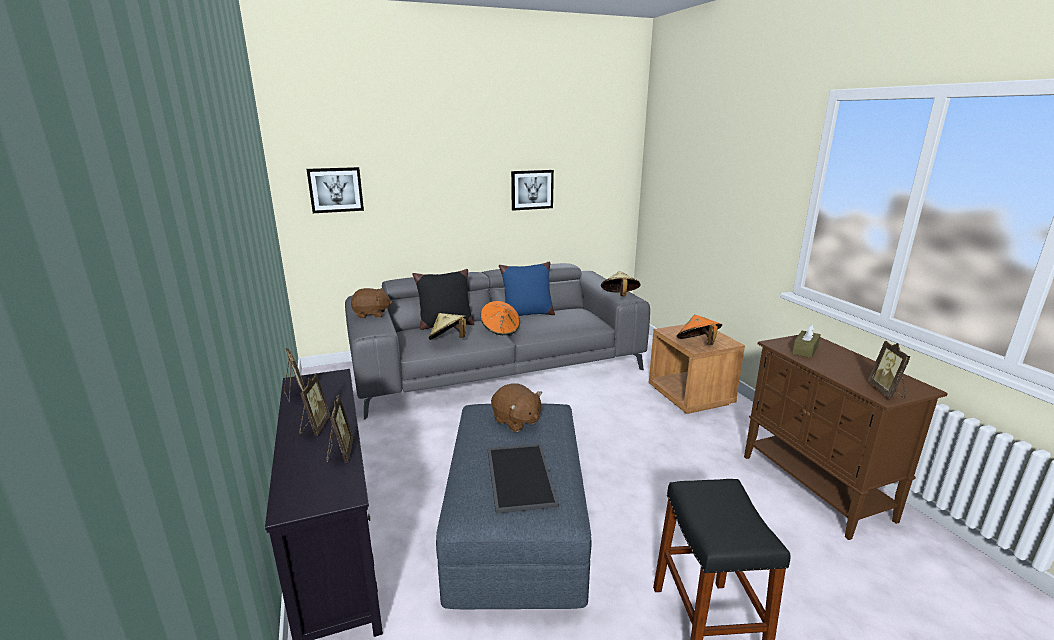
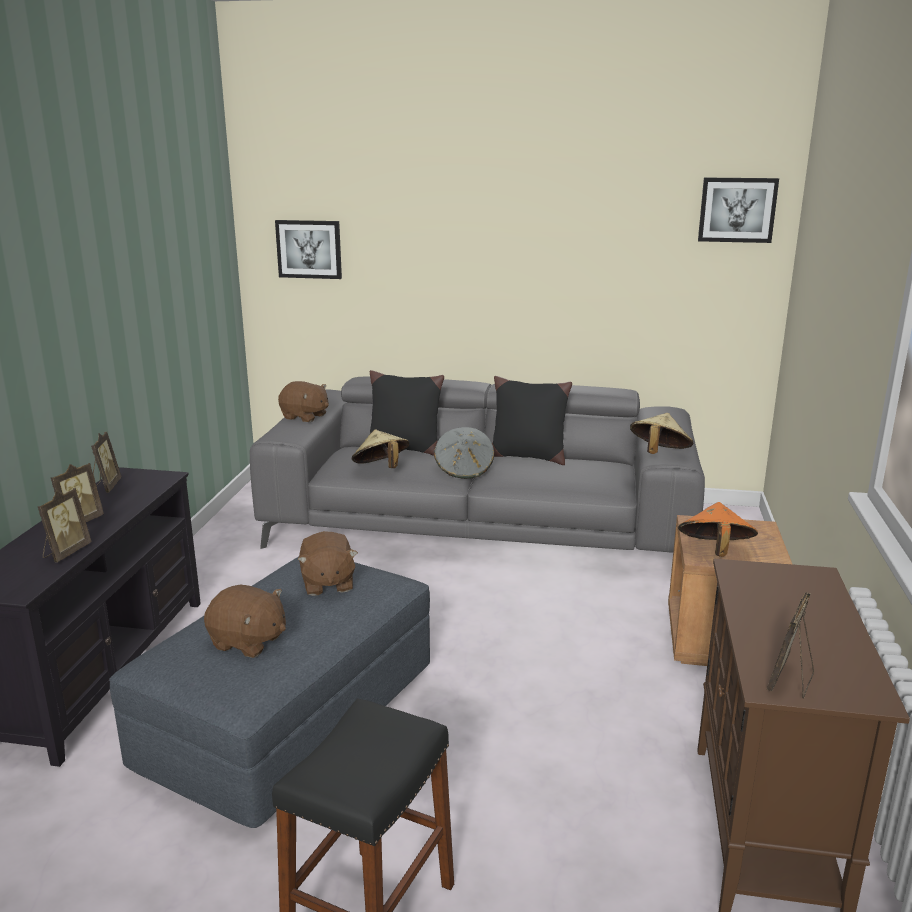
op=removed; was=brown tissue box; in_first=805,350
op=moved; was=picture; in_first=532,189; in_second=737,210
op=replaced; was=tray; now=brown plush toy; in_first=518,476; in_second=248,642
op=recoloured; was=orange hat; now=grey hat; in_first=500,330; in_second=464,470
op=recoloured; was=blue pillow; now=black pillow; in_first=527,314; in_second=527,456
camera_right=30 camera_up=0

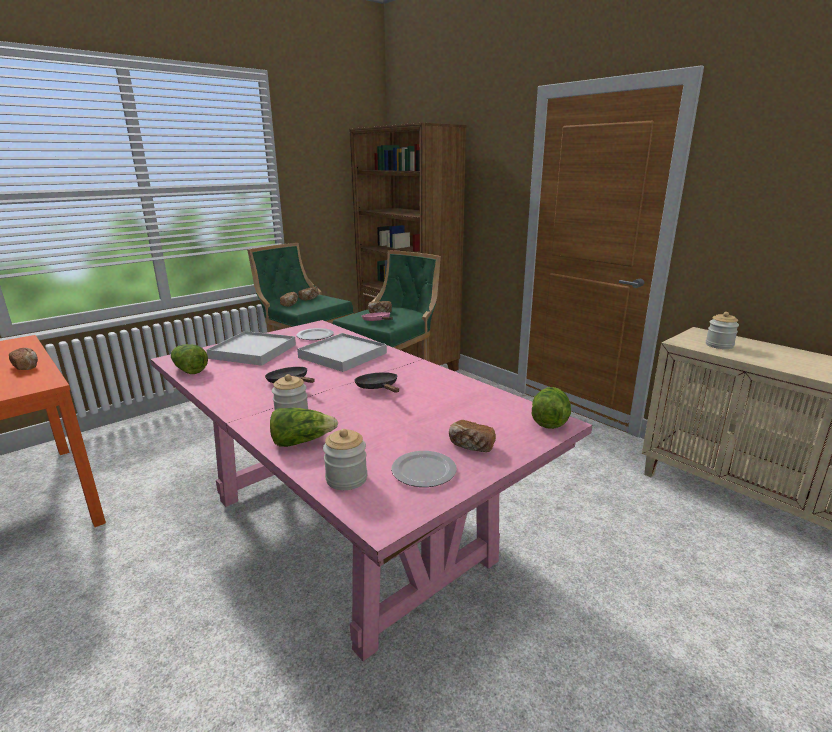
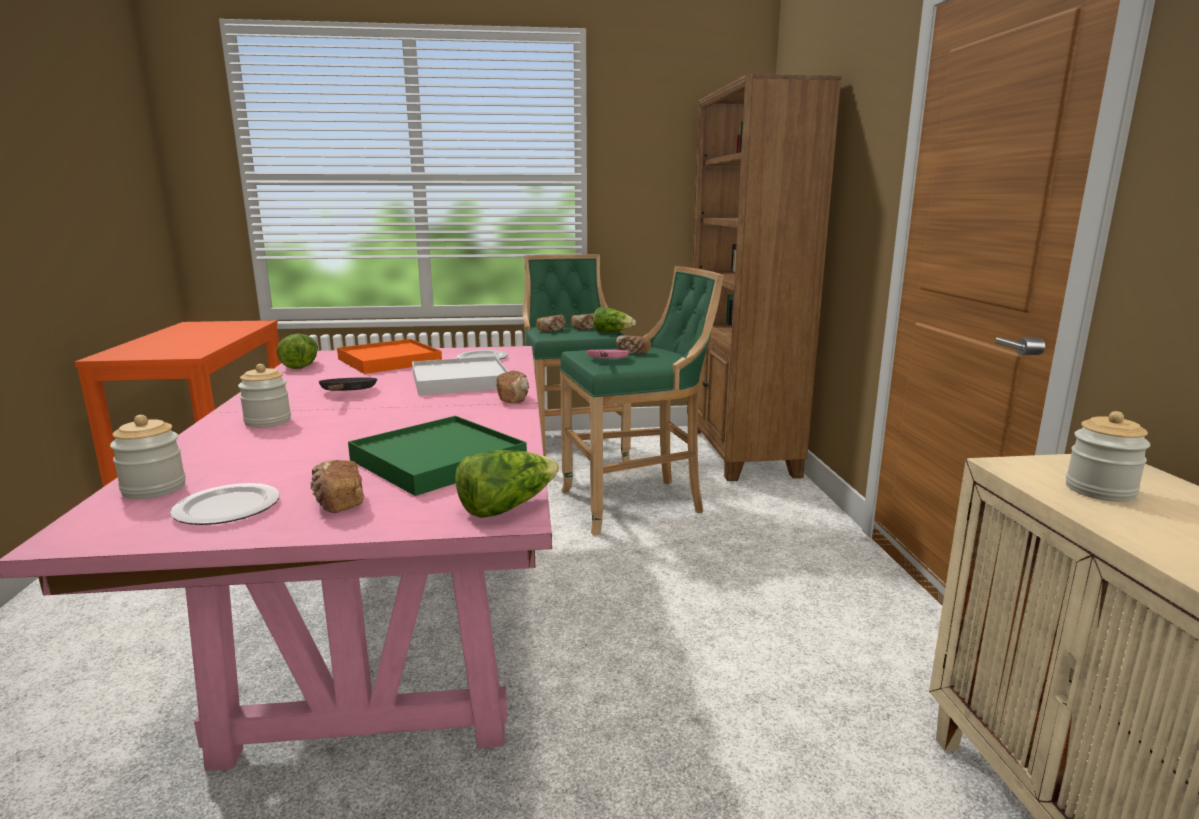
op=removed; was=black frying pan; in_first=378,388
op=added; now=green tray; in_second=438,460
op=moved; was=bread; in_first=27,366; in_second=513,399
op=moved; was=lettuce; in_first=301,441; in_second=612,332
op=recoloured; was=white tray; now=orange tray; in_first=253,351; in_second=390,361
camera_right=35 camera_up=-5

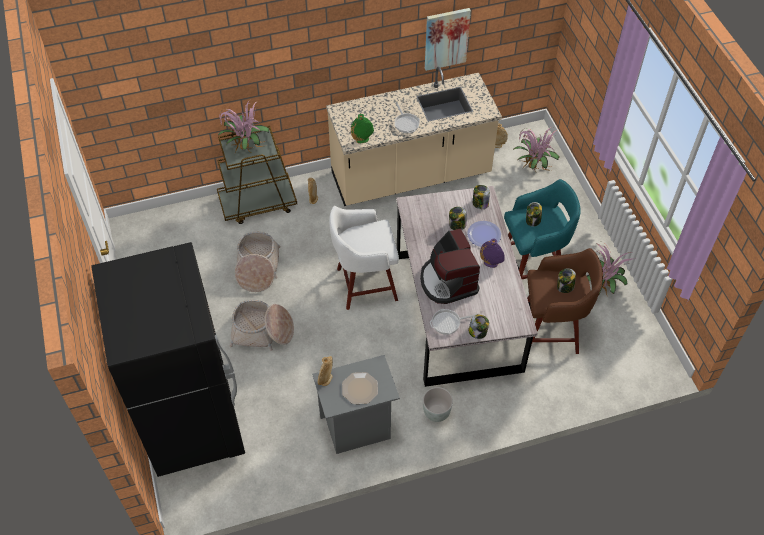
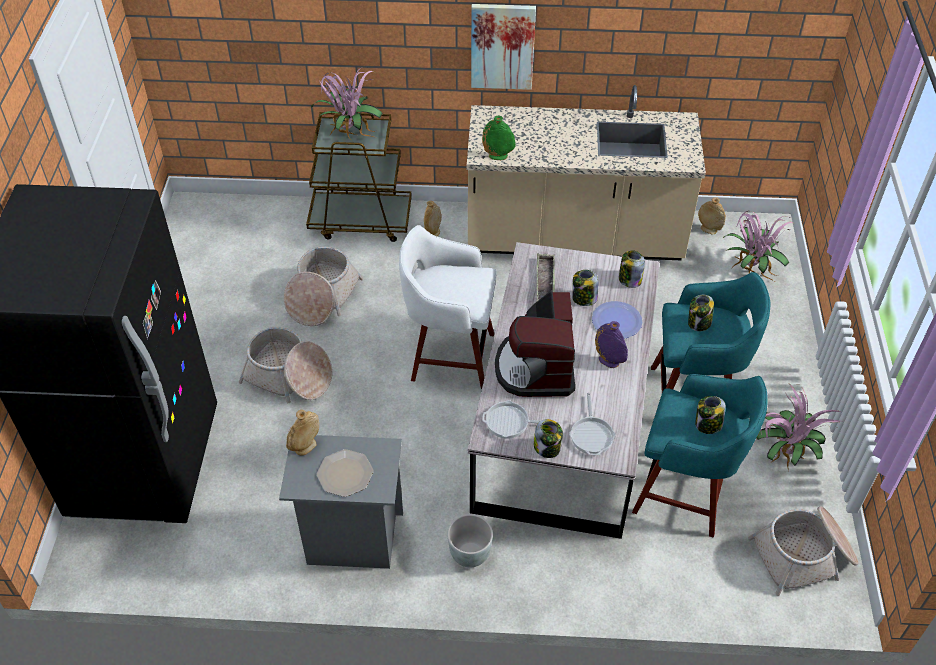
op=added; now=tray; in_second=545,284
op=added; now=basket; in_second=804,556
op=moved; was=frying pan; in_first=406,123; in_second=591,434
op=moved; was=picture; in_first=446,38; in_second=502,46
op=recoloured; was=brown stool; now=turquoise stool; in_first=551,331; in_second=685,494
camera_right=20 camera_up=-5

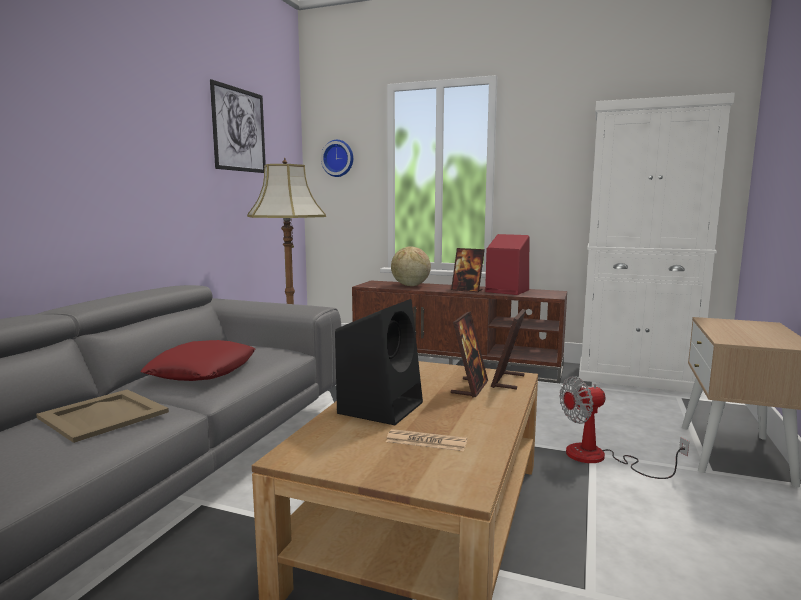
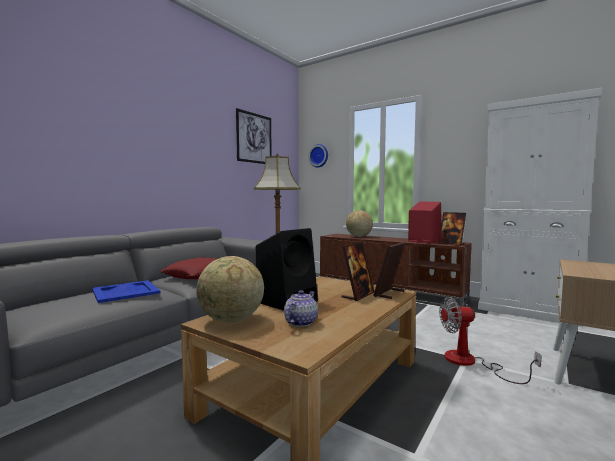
op=added; now=globe; in_second=231,320
op=moved; was=picture frame; in_first=467,290; in_second=451,244
op=replaced; was=newspaper; now=teapot; in_first=426,441; in_second=300,322
op=recoloured; was=beige tray; now=blue tray; in_first=103,415; in_second=125,292
camera_right=15 camera_up=-5

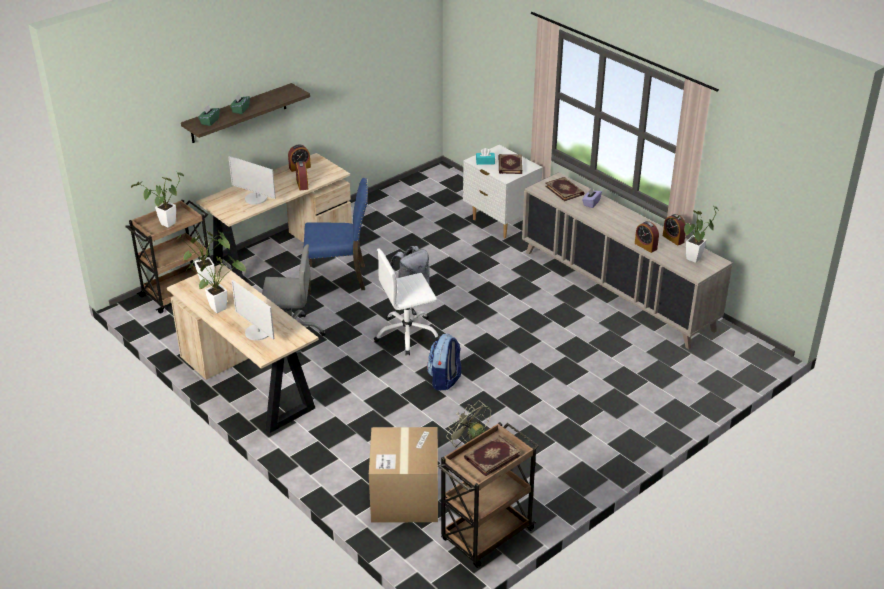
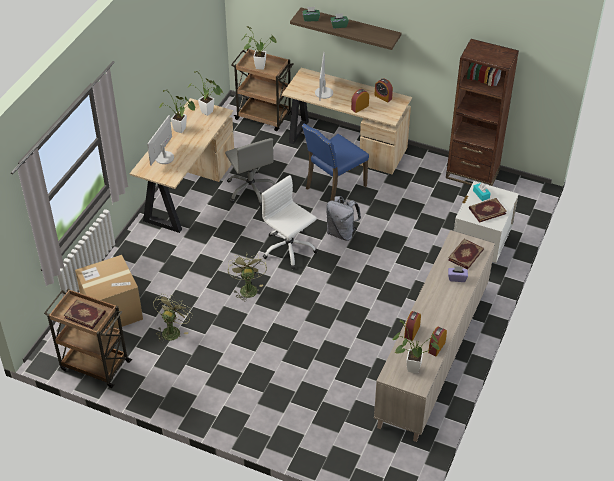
op=added; now=brown bookcase; in_second=472,174
op=replaced; was=backpack; now=green fan; in_first=444,380; in_second=247,288
op=turned; was=blue chair; in_first=338,278; in_second=334,187; clockwise=75
camera_right=65 camera_up=10

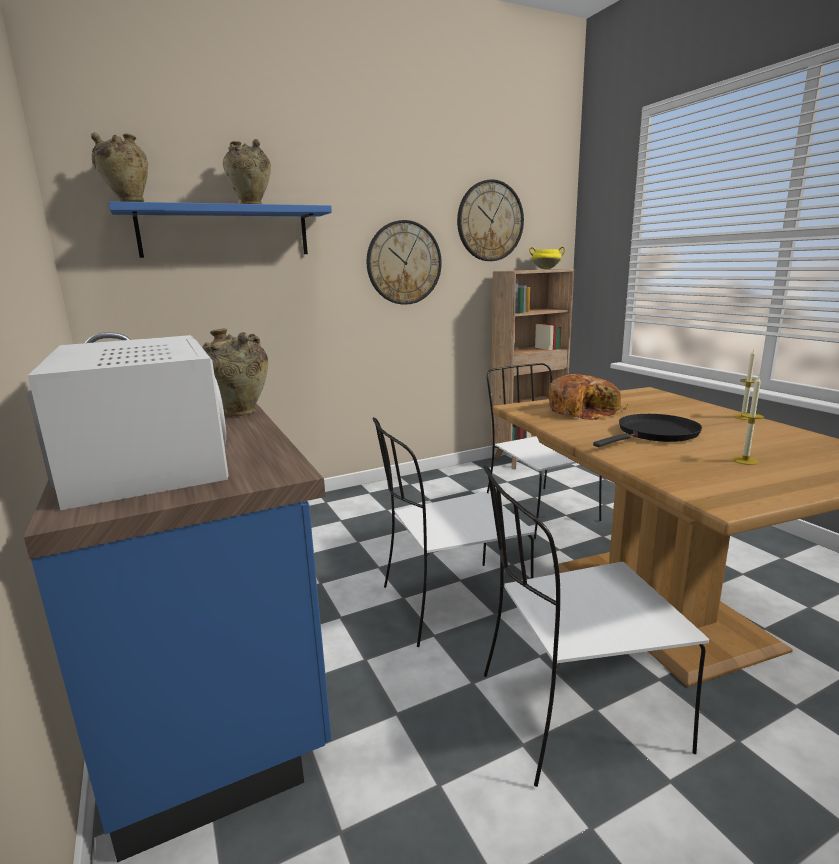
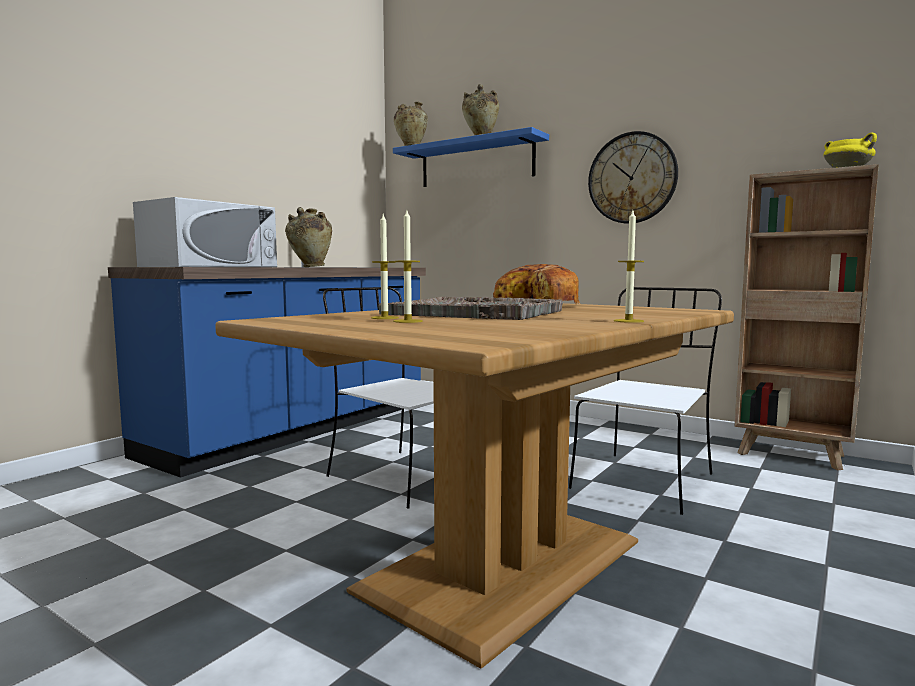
op=removed; was=wall clock; in_first=490,221
op=removed; was=white chair; in_first=575,712
op=added; now=candle; in_second=384,318
op=replaced; was=black frying pan; now=grey tray; in_first=655,434; in_second=475,312
camera_right=60 camera_up=-10

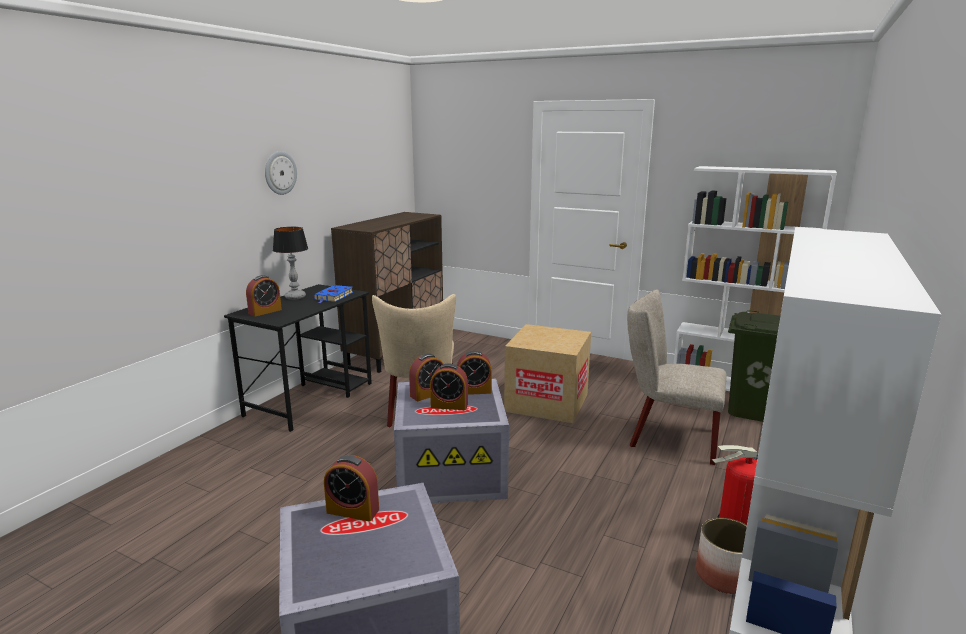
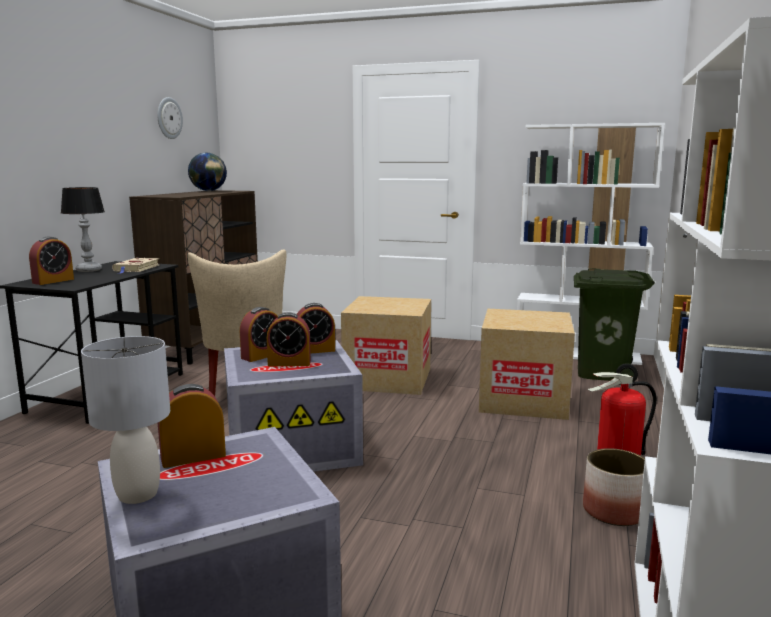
op=added; now=grey table lamp; in_second=138,494
op=added; now=globe; in_second=208,191
op=moved; was=wall clock; in_first=280,173; in_second=169,118
op=replaced; was=beige chair; now=cardboard box; in_first=667,437; in_second=523,400
op=recoloured; was=blue book; now=beige book; in_first=333,296; in_second=136,268
op=turned; was=alarm clock; in_first=353,511; in_second=193,456; clockwise=150
camera_right=-10 camera_up=-5

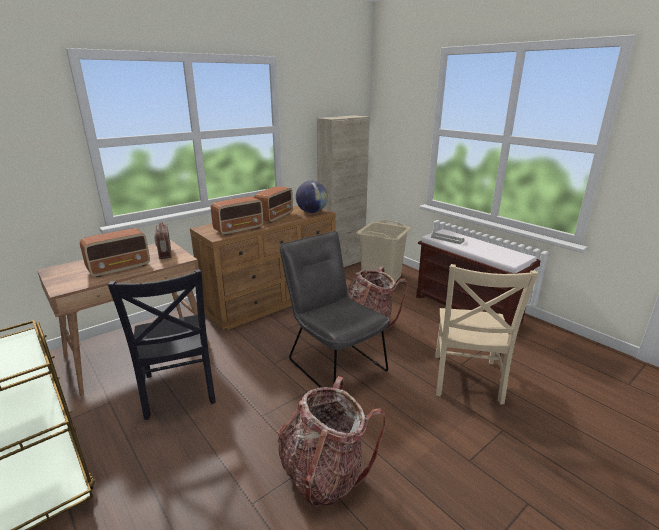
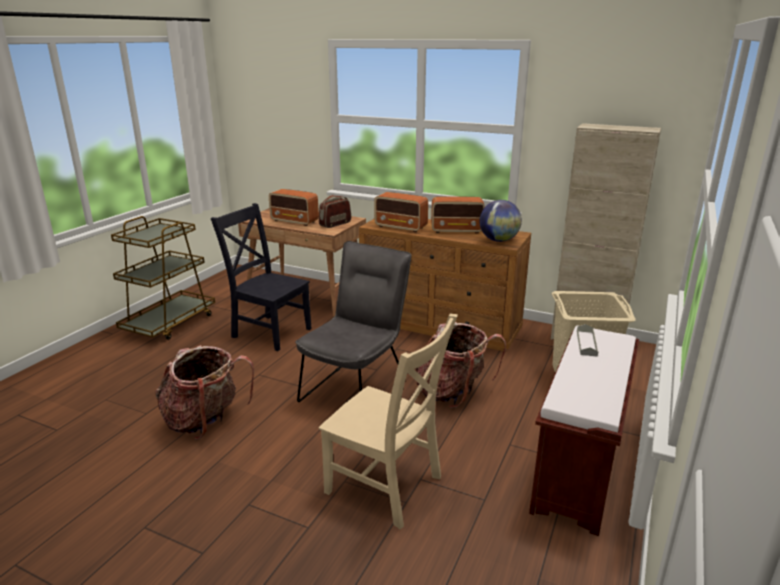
op=turned; was=black chair; in_first=178,391; in_second=269,332; clockwise=75
op=turned; was=beige chair; in_first=466,380; in_second=387,487; clockwise=-135
camera_right=65 camera_up=0

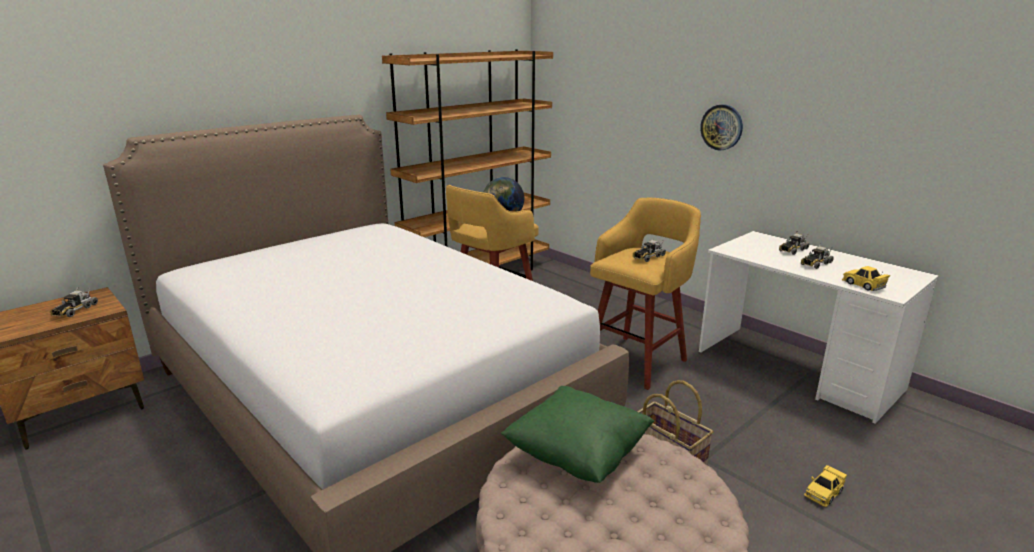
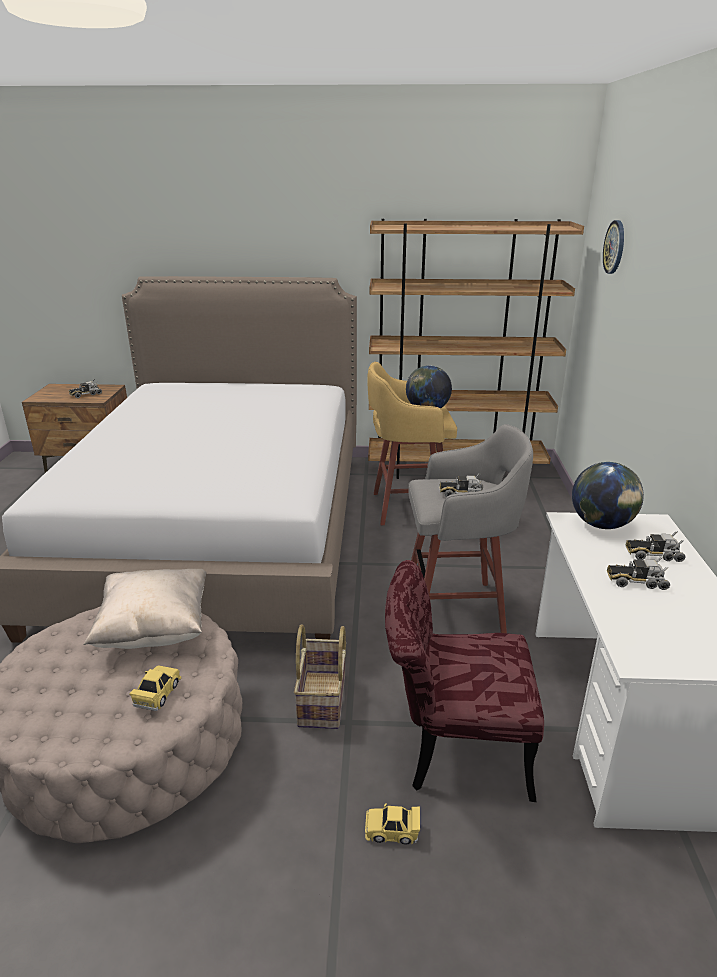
op=added; now=red chair; in_second=452,746
op=added; now=globe; in_second=601,525
op=moved; was=wall clock; in_first=721,127; in_second=614,247
op=moved; was=yellow toy car; in_first=863,285; in_second=157,693
op=recoloured; was=green pillow; now=beige pillow; in_first=577,456; in_second=155,629
op=recoloured; was=yellow stool; now=grey stool; in_first=638,360; in_second=457,609
camera_right=45 camera_up=5

